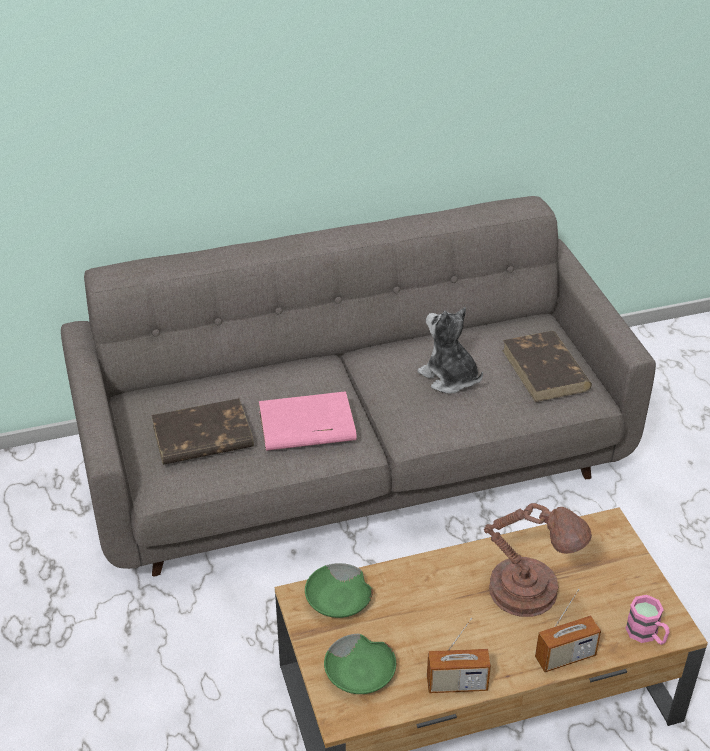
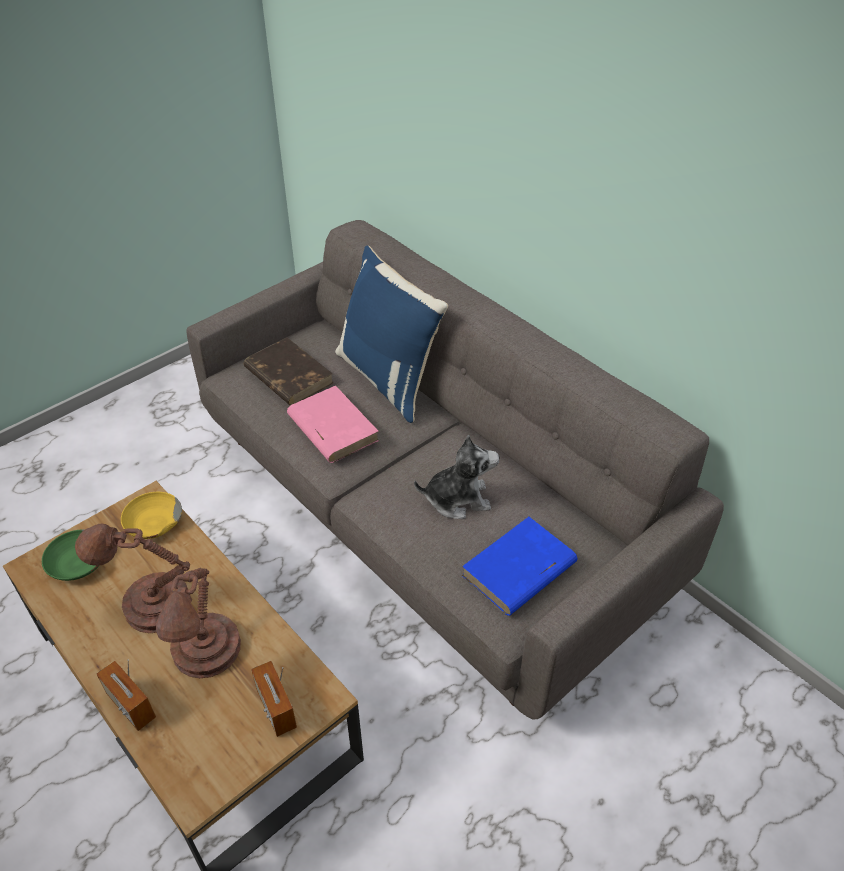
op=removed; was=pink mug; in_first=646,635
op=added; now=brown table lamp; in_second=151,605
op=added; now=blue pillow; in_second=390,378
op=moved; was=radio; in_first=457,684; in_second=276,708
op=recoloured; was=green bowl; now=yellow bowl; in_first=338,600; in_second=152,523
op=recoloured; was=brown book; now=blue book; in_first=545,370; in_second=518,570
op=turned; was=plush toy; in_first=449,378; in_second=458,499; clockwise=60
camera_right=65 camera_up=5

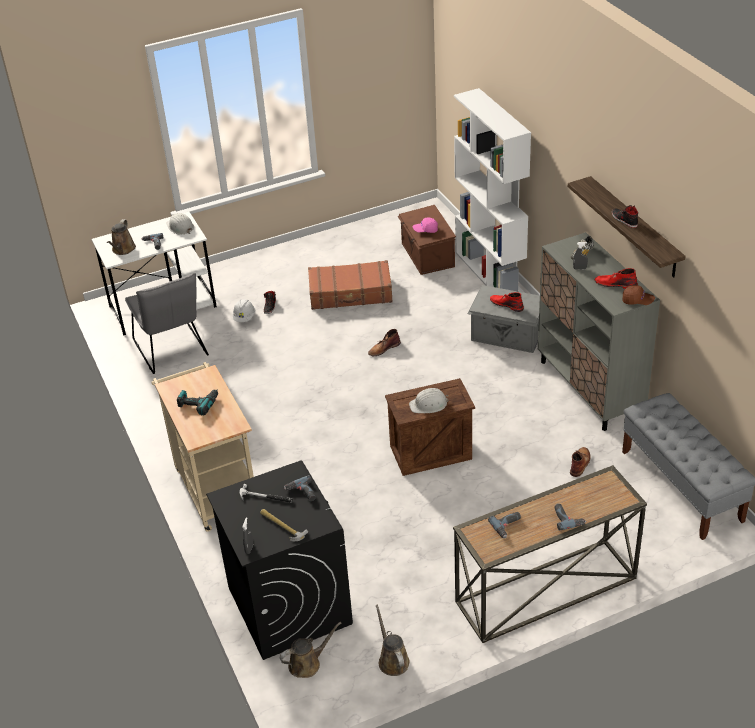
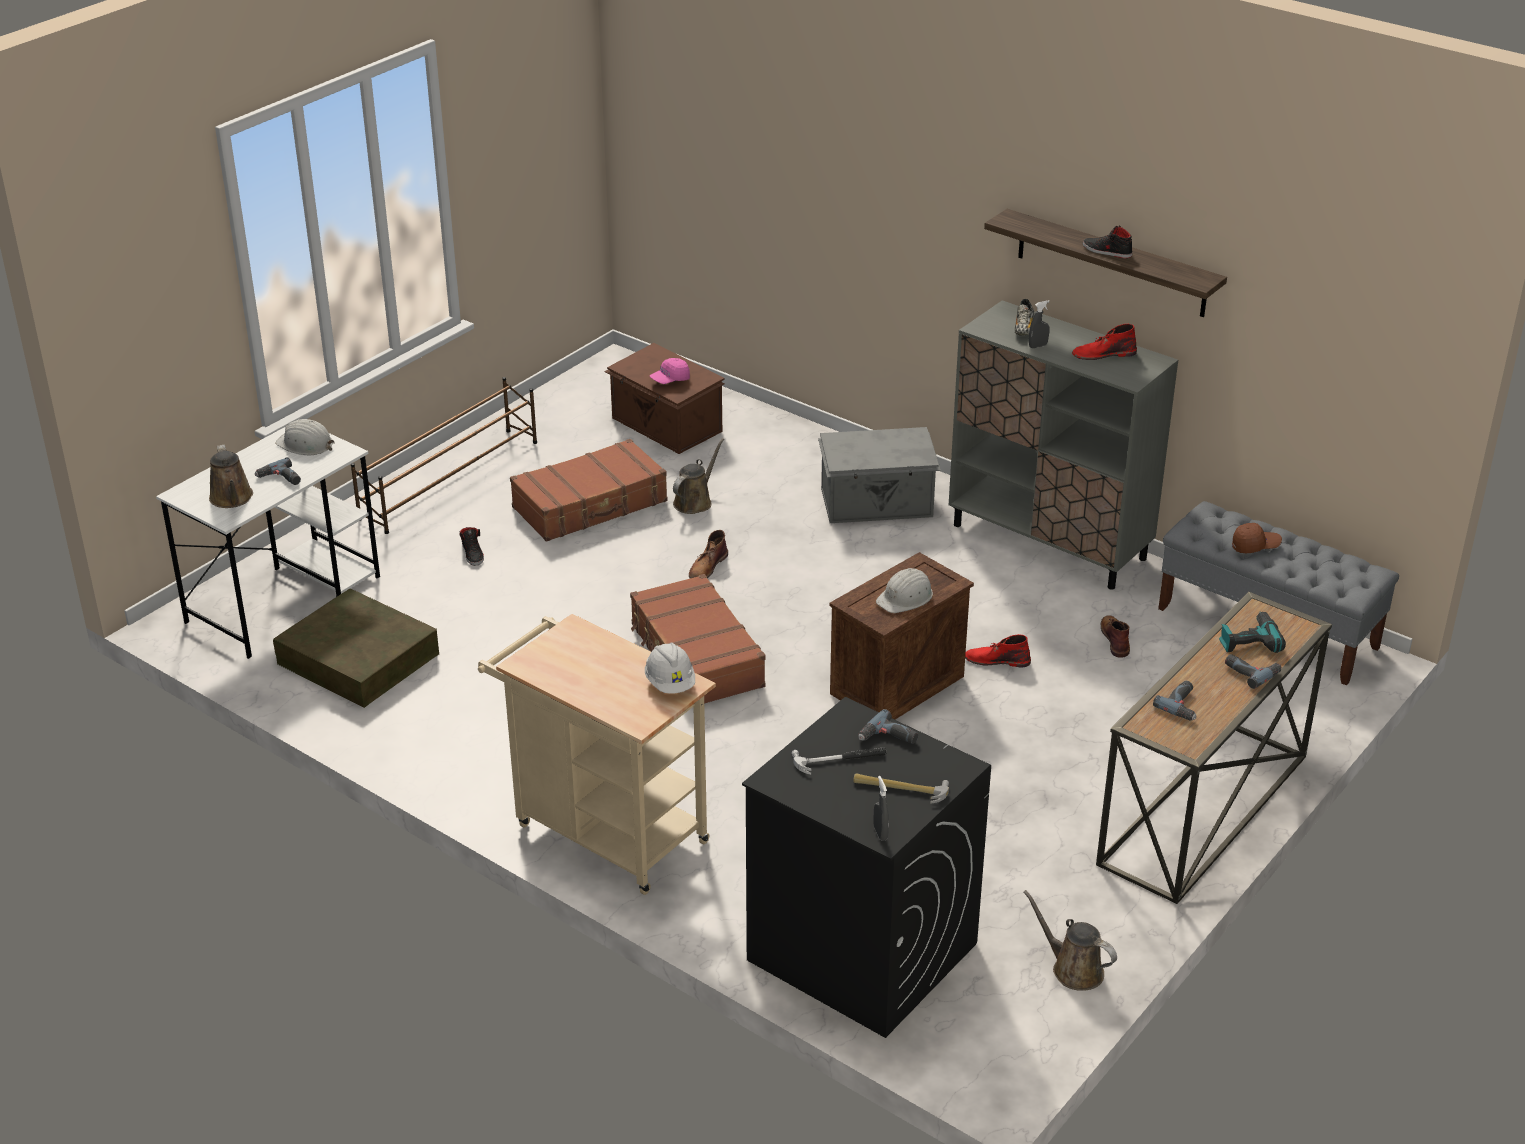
op=removed; was=white bookcase; in_first=490,273
op=added; now=brown shoe rack; in_second=451,480
op=added; now=brown suitcase; in_second=696,656
op=moved; was=power drill; in_first=198,403; in_second=1248,640
op=moved; was=white hard hat; in_first=244,317; in_second=670,683
op=moved; was=brown watering can; in_first=307,663; in_second=695,501
op=moved; was=red boot; in_first=506,304; in_second=996,660
op=moved; was=brown cap; in_first=637,301; in_second=1255,546
op=replaced; was=grey chair; now=brown storage box; in_first=172,351; in_second=358,659
camera_right=-30 camera_up=-5

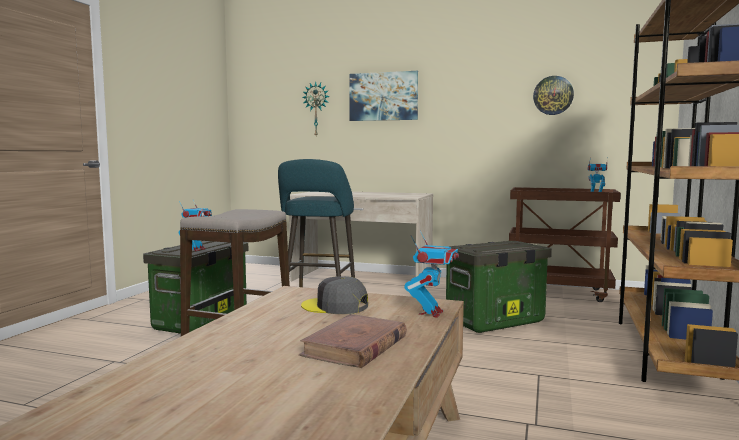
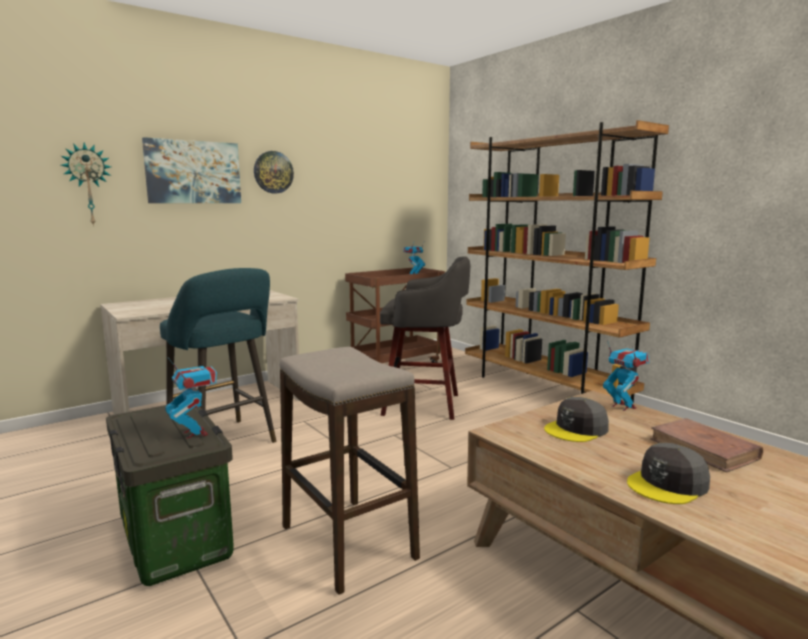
op=added; now=grey cap; in_second=668,484
op=moved; was=wall clock; in_first=553,95; in_second=273,172
op=replaced; was=storage box; now=grey stool; in_first=494,321; in_second=424,405
camera_right=-55 camera_up=5

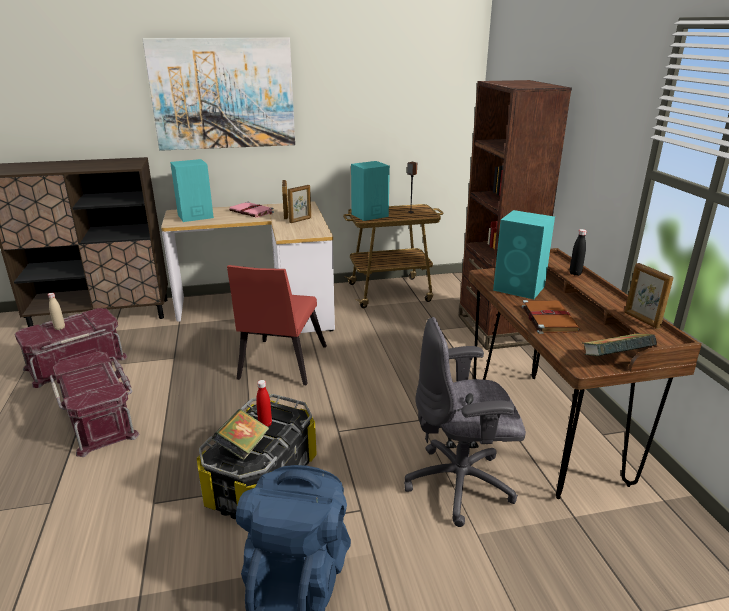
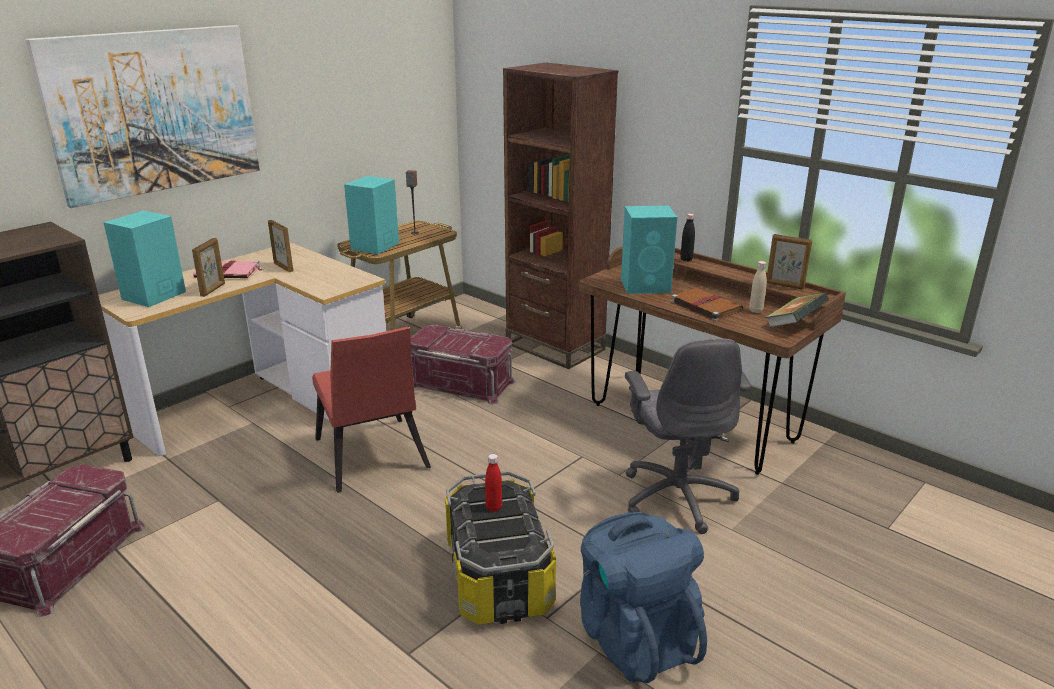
op=removed; was=book; in_first=243,448
op=moved; was=beige bottle; in_first=59,328; in_second=755,310
op=moved; was=red storage box; in_first=100,419; in_second=461,383
op=moved; was=picture frame; in_first=300,220; in_second=213,290
op=turned; was=grey office chair; in_first=461,484; in_second=677,496; clockwise=-60
camera_right=-35 camera_up=0

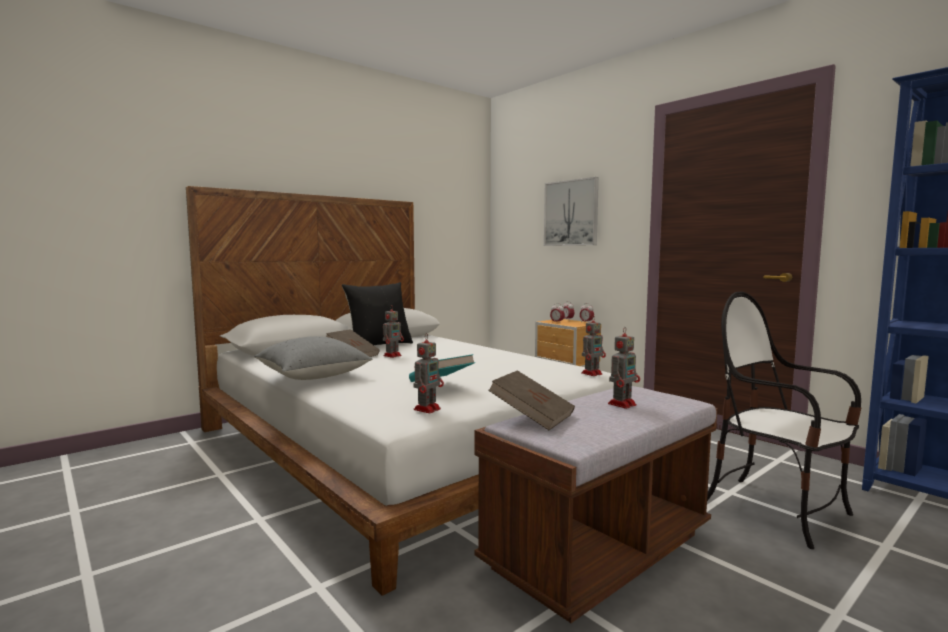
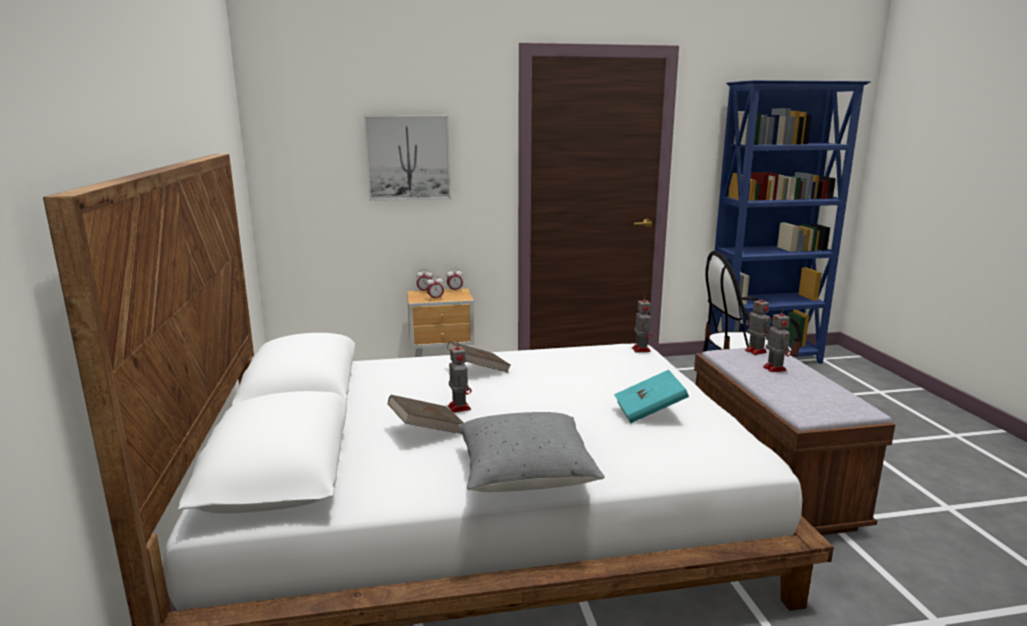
op=removed; was=black pillow; in_first=379,345
op=moved; was=toy robot; in_first=428,409; in_second=755,351
op=moved; was=brown book; in_first=532,417; in_second=478,370
camera_right=-60 camera_up=10

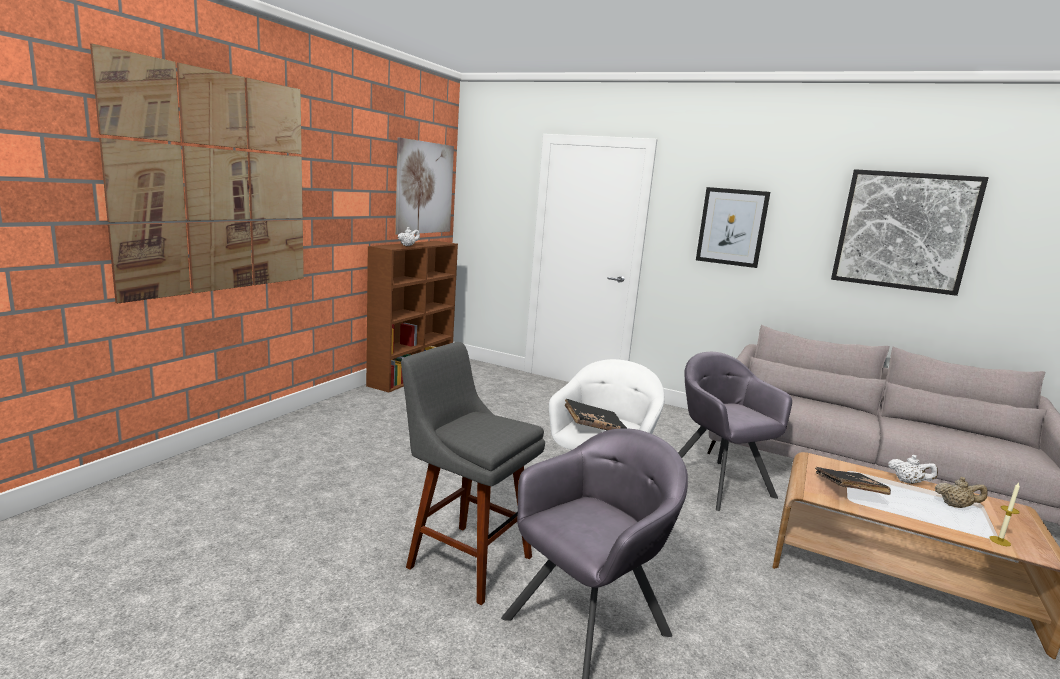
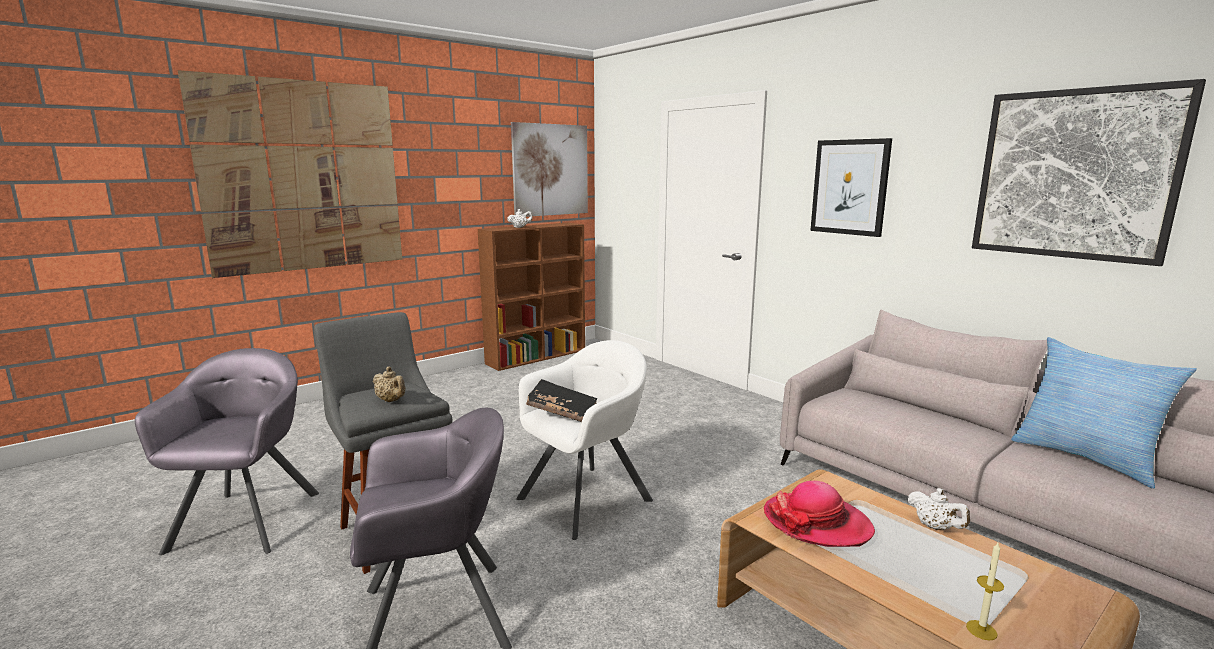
op=added; now=pillow; in_second=1085,457
op=moved; was=grey armchair; in_first=718,483; in_second=247,520
op=moved; was=beige teapot; in_first=956,506; in_second=391,401
op=replaced; was=black book; now=hat; in_first=848,491; in_second=817,523
camera_right=25 camera_up=0

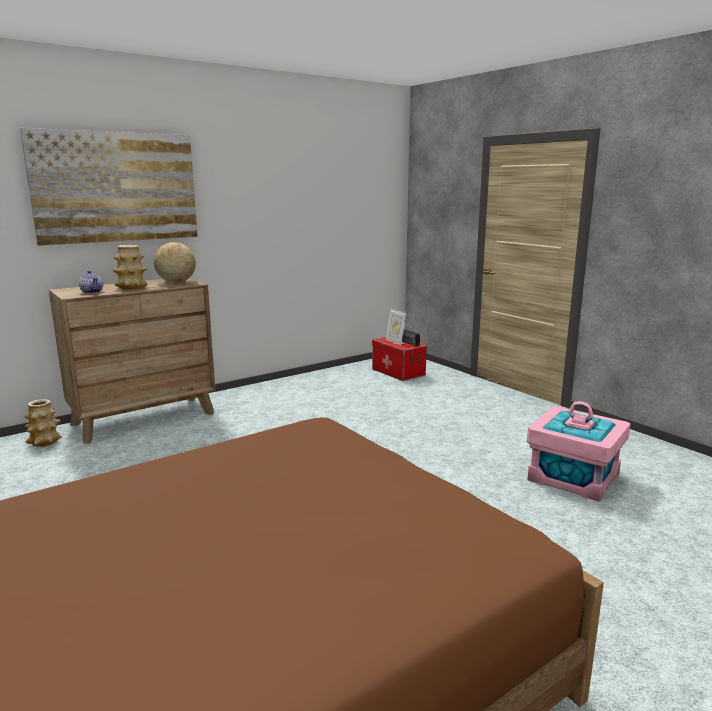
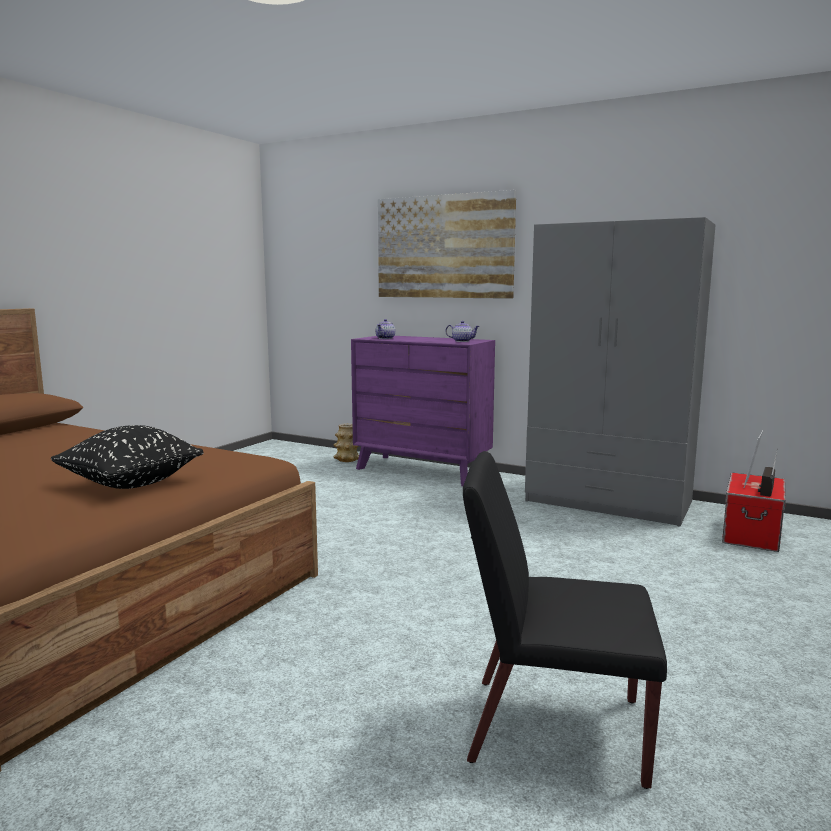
op=removed; was=vase; in_first=131,288
op=added; now=black pillow; in_second=131,483
op=added; now=grey wardrobe; in_second=608,502
op=replaced; was=globe; now=teapot; in_first=176,282; in_second=462,341
op=replaced; was=pink storage box; now=black chair; in_first=573,477; in_second=553,729
op=recoloured; was=brown dresser; now=purple dresser; in_first=144,418; in_second=422,470
camera_right=65 camera_up=-5

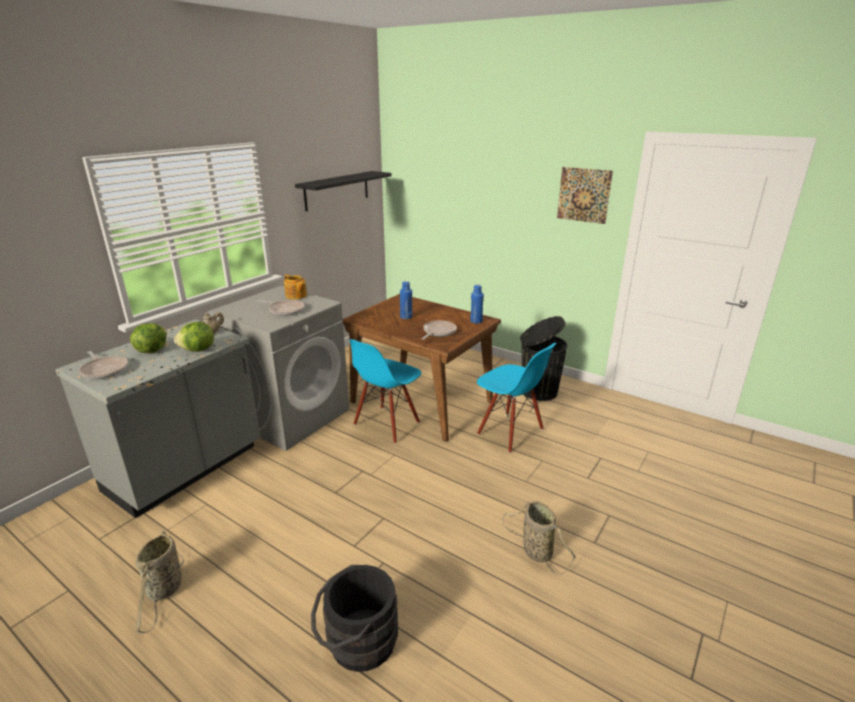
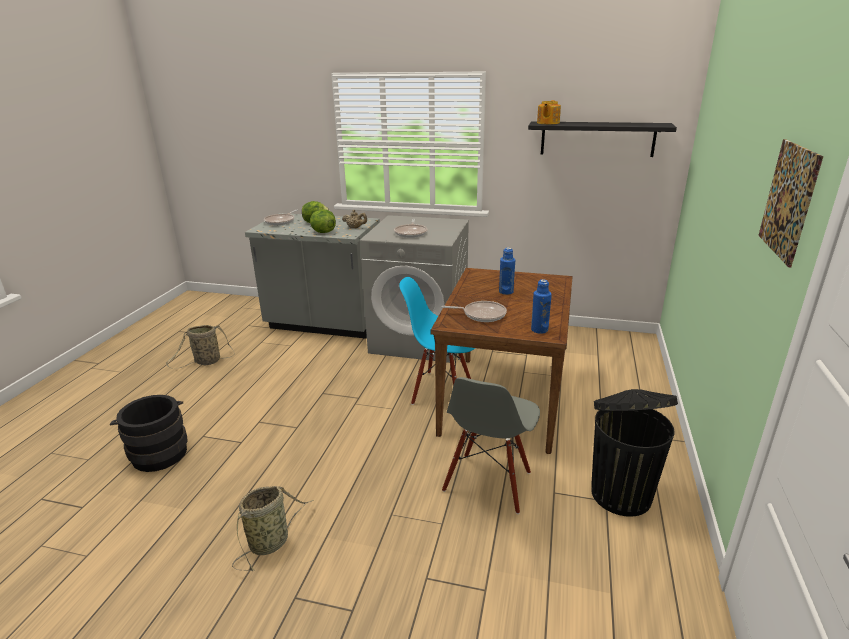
op=moved; was=teapot; in_first=296,296; in_second=547,123
op=recoloured; was=blue chair; now=grey chair; in_first=510,432; in_second=488,482
camera_right=70 camera_up=0

